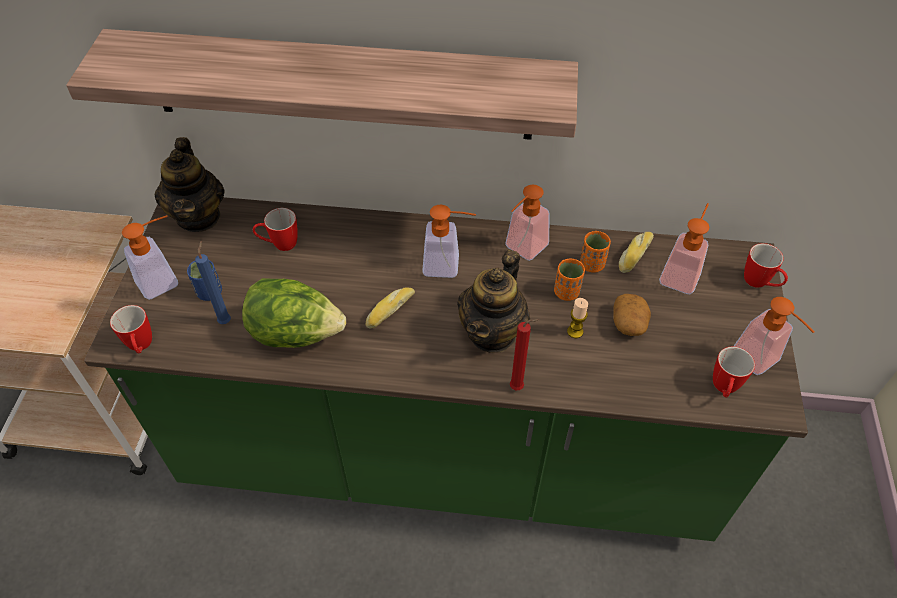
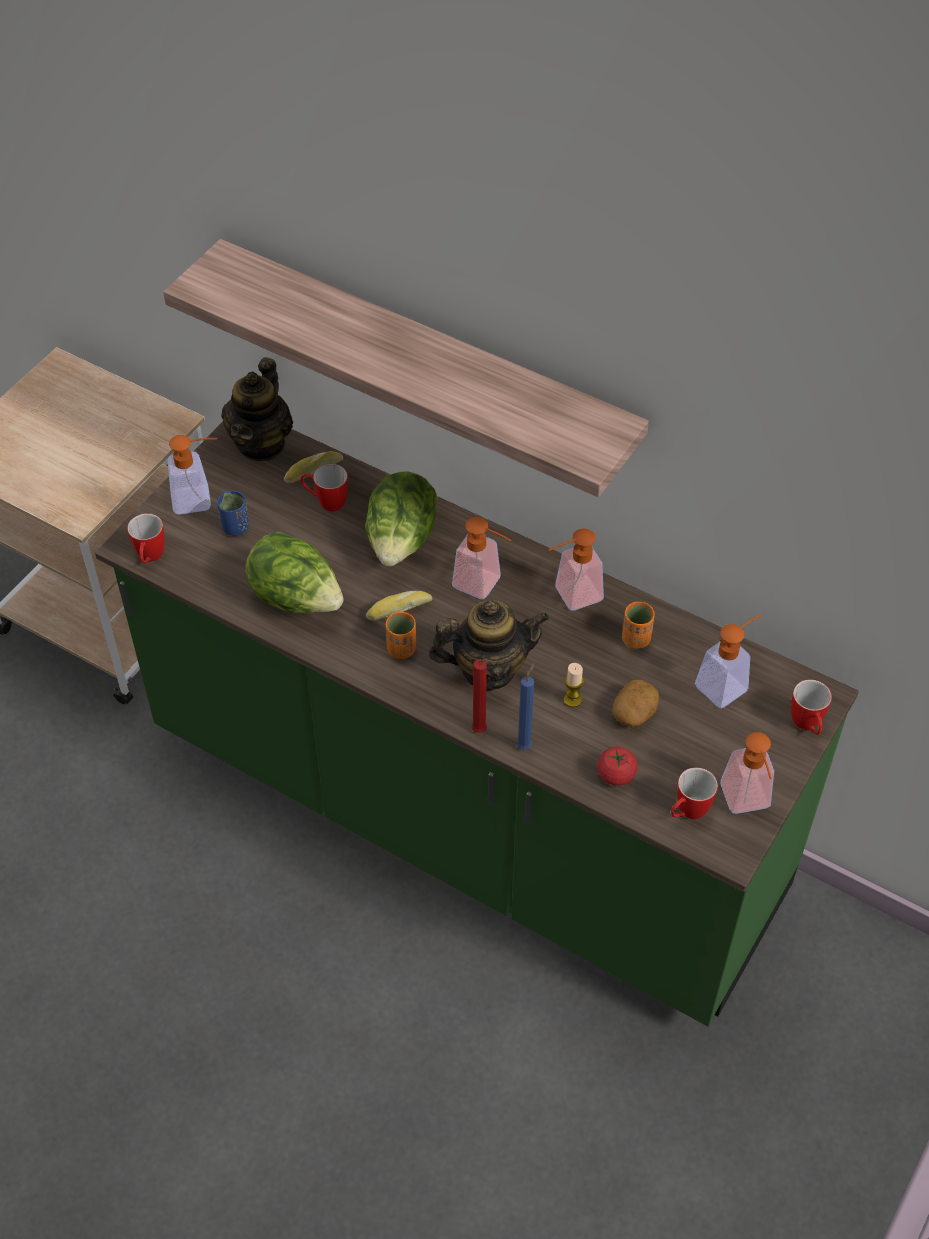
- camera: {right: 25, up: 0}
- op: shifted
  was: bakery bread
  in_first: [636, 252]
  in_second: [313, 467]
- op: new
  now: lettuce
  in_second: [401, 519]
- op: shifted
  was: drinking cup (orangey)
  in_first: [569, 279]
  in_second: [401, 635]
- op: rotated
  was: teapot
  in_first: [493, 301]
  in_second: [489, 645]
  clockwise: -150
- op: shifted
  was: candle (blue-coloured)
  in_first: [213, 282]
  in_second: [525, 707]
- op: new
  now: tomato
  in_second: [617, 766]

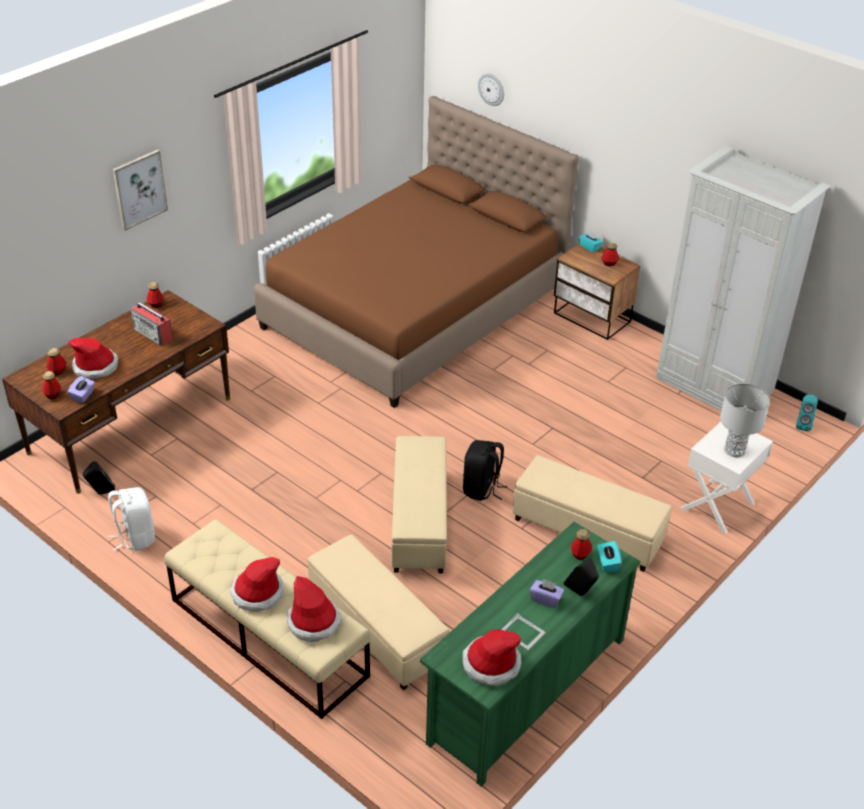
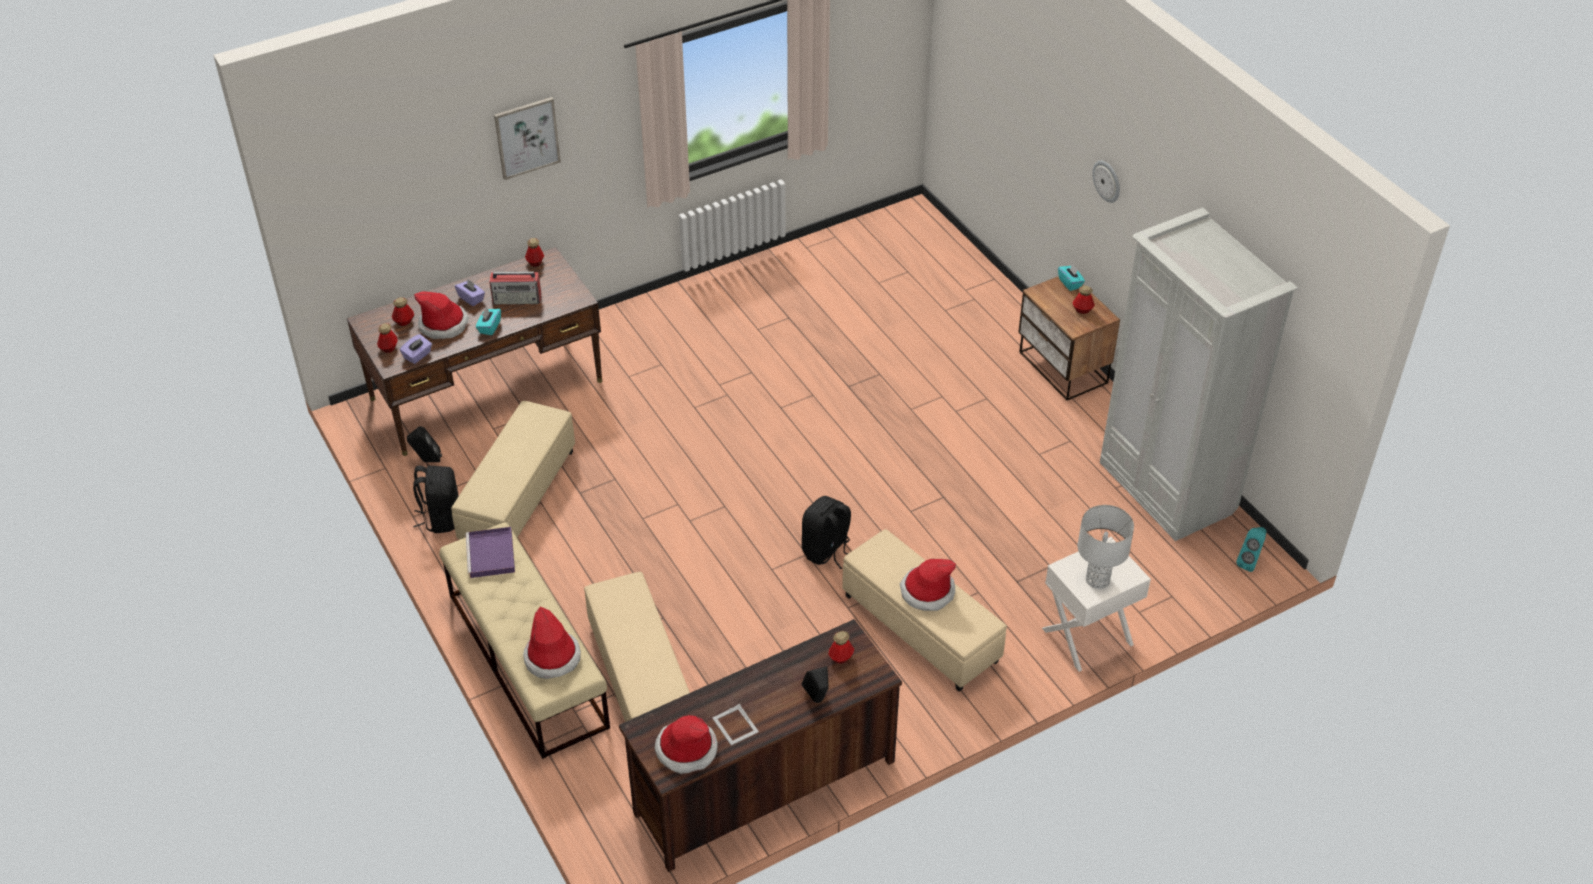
- camera: {right: 20, up: 5}
- op: repainted
  was: knapsack (white)
  now: knapsack (blackish)
  in_first: [131, 519]
  in_second: [435, 499]
- op: shifted
  was: pouffe (sand-coloured)
  in_first: [419, 504]
  in_second: [513, 470]
- op: shifted
  was: box of tissues (purple-coloured)
  in_first: [547, 593]
  in_second: [470, 292]
- op: new
  now: tray (purple-coloured)
  in_second: [490, 552]
- op: shifted
  was: box of tissues (turquoise)
  in_first: [609, 556]
  in_second: [488, 321]
- op: rotated
  was: radio
  in_first: [152, 324]
  in_second: [515, 287]
  clockwise: -60
- op: repainted
  was: chest of drawers (green-coloured)
  now: chest of drawers (brown-coloured)
  in_first: [530, 654]
  in_second: [760, 745]
- op: shifted
  was: wearable hat
  in_first: [257, 584]
  in_second: [928, 585]
- op: shifted
  was: clock on the wall
  in_first: [491, 89]
  in_second: [1106, 181]
- op: gone
  was: sleeping bed (brown-coloured)
  in_first: [416, 252]

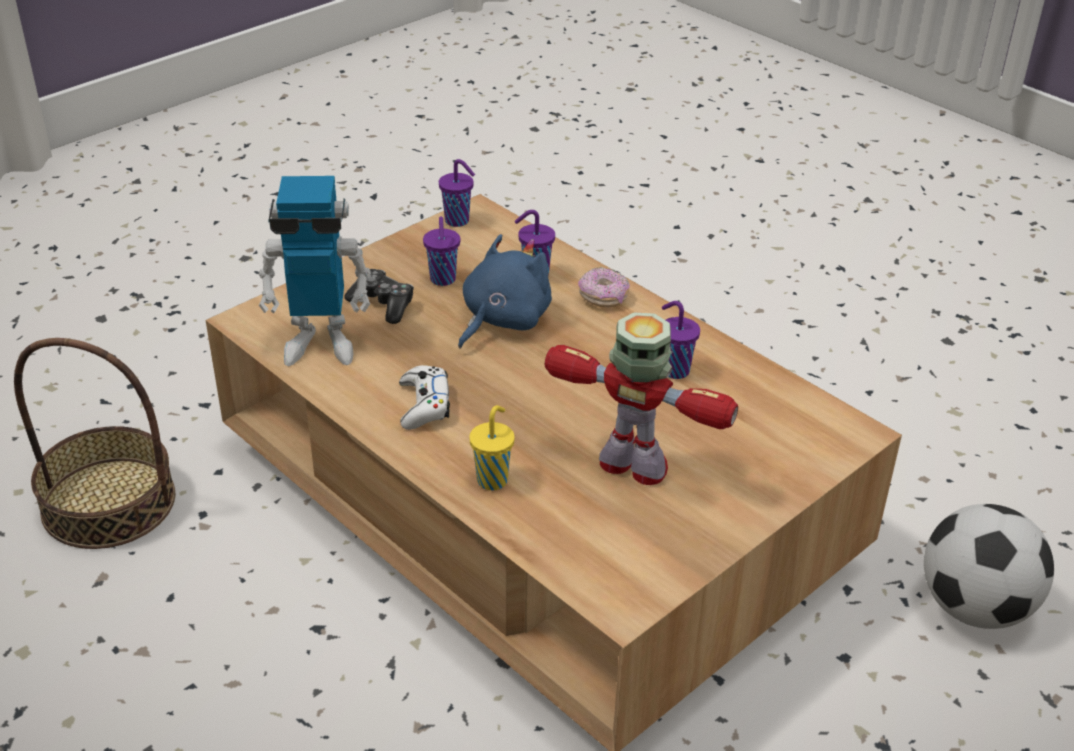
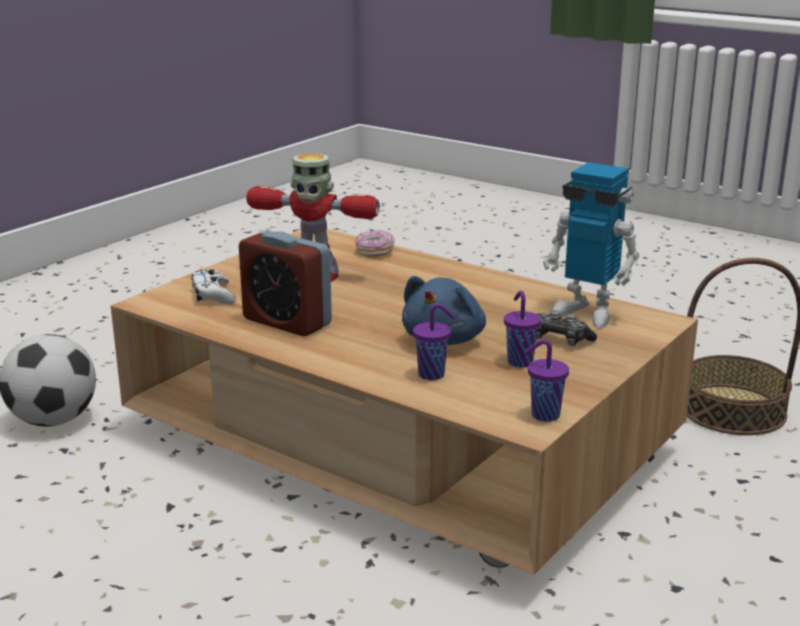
- camera: {right: 170, up: -15}
- op: shifted
  was: game controller (white)
  in_first: [424, 397]
  in_second: [213, 286]
- op: swapped
  was: drinking cup (purple-coloured)
  now: bedside clock
  in_first: [681, 340]
  in_second: [285, 283]
- op: shifted
  was: doughnut
  in_first: [604, 287]
  in_second: [375, 243]
- op: rotated
  was: robot figure
  in_first: [315, 271]
  in_second: [591, 245]
  clockwise: -135
- op: gone
  was: drinking cup (yellow-coloured)
  in_first: [492, 447]

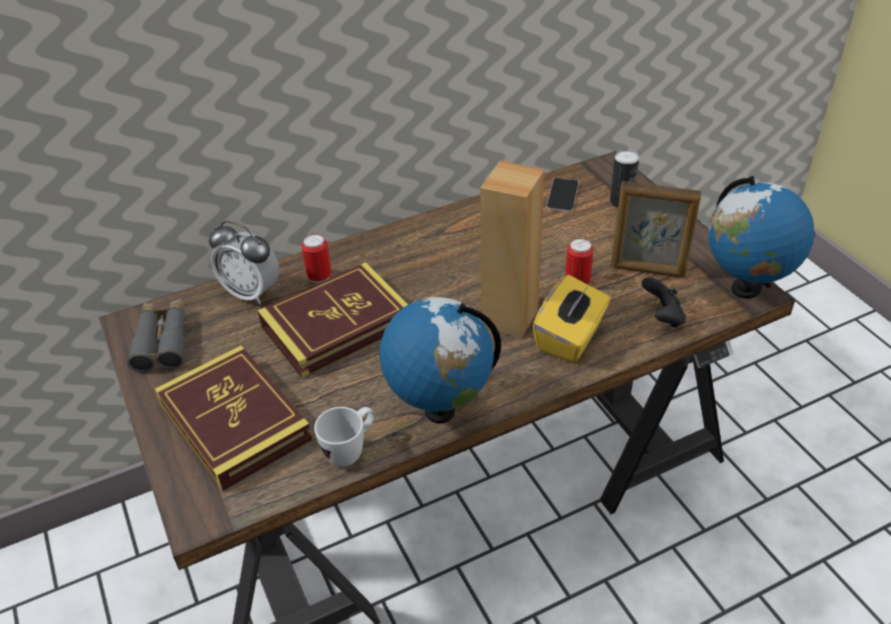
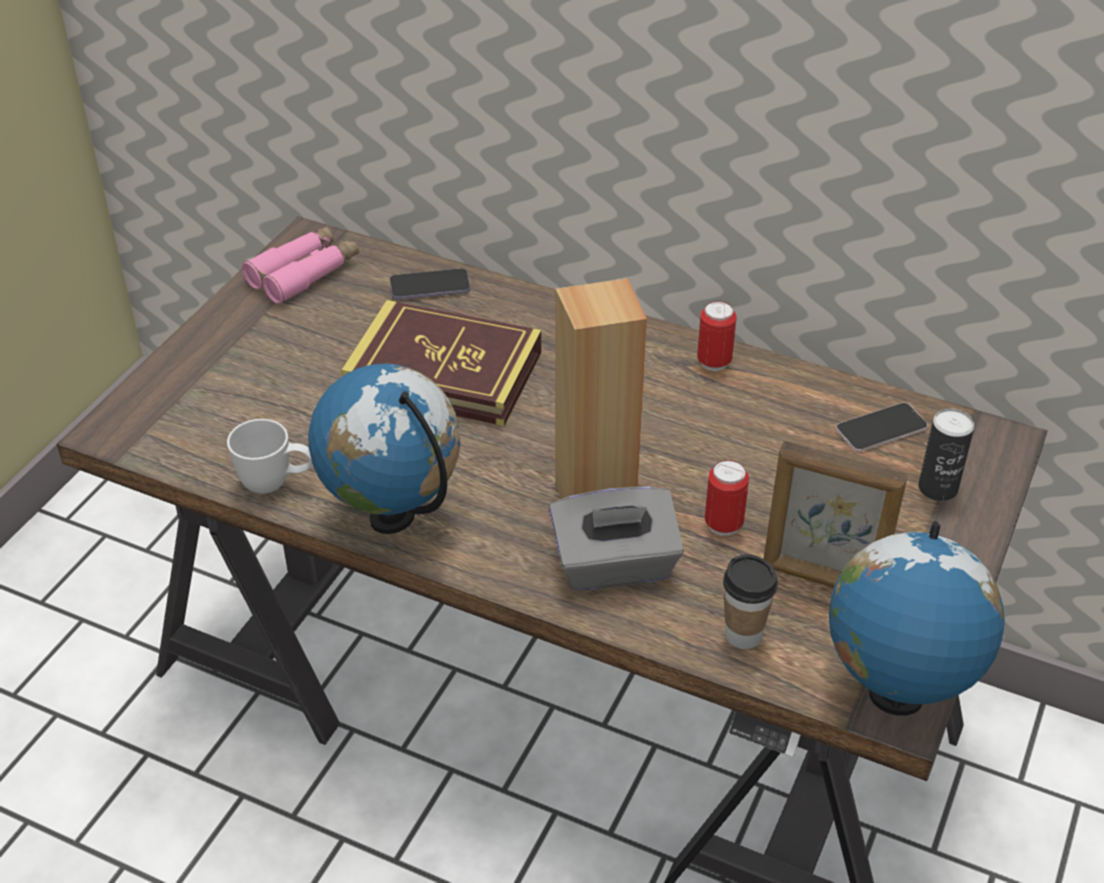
- camera: {right: 50, up: 0}
- op: repainted
  was: pair of binoculars (gray)
  now: pair of binoculars (pink-coloured)
  in_first: [156, 335]
  in_second: [300, 265]
- op: swapped
  was: bedside clock
  now: phone
  in_first: [244, 263]
  in_second: [430, 284]
- op: repainted
  was: box of tissues (yellow-coloured)
  now: box of tissues (gray)
  in_first: [571, 318]
  in_second: [616, 538]
- op: shifted
  was: metal can
  in_first: [316, 259]
  in_second: [717, 336]
- op: swapped
  was: game controller (blackish)
  now: drinking cup
  in_first: [664, 302]
  in_second: [750, 601]
- op: rotated
  was: photo frame
  in_first: [656, 229]
  in_second: [835, 514]
  clockwise: -45
- op: gone
  was: volume
  in_first: [234, 418]

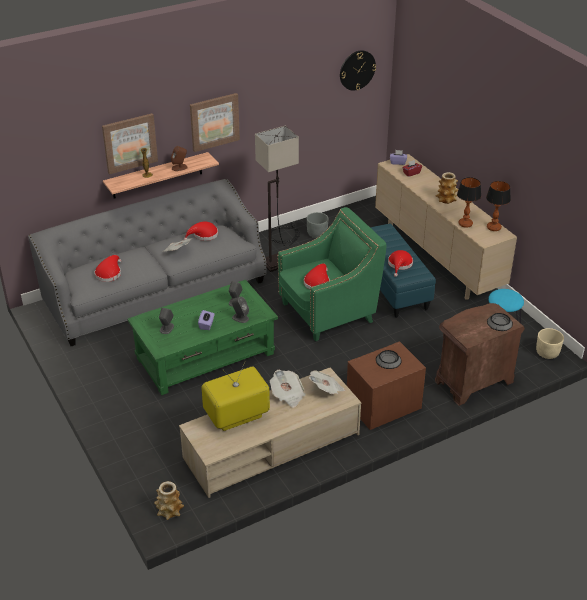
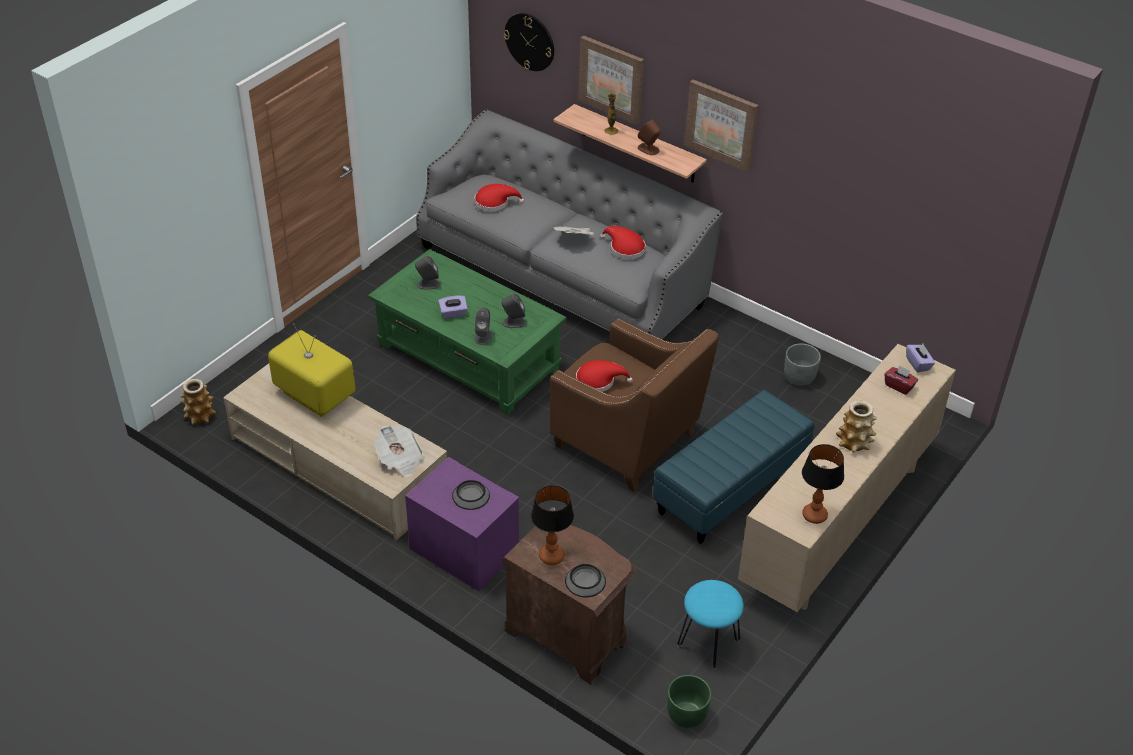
- camera: {right: 65, up: 5}
- op: repainted
  was: nightstand (brown-coloured)
  now: nightstand (purple-coloured)
  in_first: [386, 385]
  in_second: [462, 524]
- op: shifted
  was: clock on the wall
  in_first: [358, 70]
  in_second: [529, 42]
- op: shifted
  was: lamp for a table
  in_first: [469, 202]
  in_second: [552, 525]
- op: repainted
  was: lounge chair (green-coloured)
  now: lounge chair (brown-coloured)
  in_first: [332, 274]
  in_second: [634, 405]
- op: repainted
  was: flower pot (sand-coloured)
  now: flower pot (green-coloured)
  in_first: [550, 343]
  in_second: [689, 701]
- op: gone
  was: standard lamp
  in_first: [277, 199]
- op: gone
  was: newspaper
  in_first: [288, 389]
- op: gone
  was: wearable hat (red-coloured)
  in_first: [400, 263]

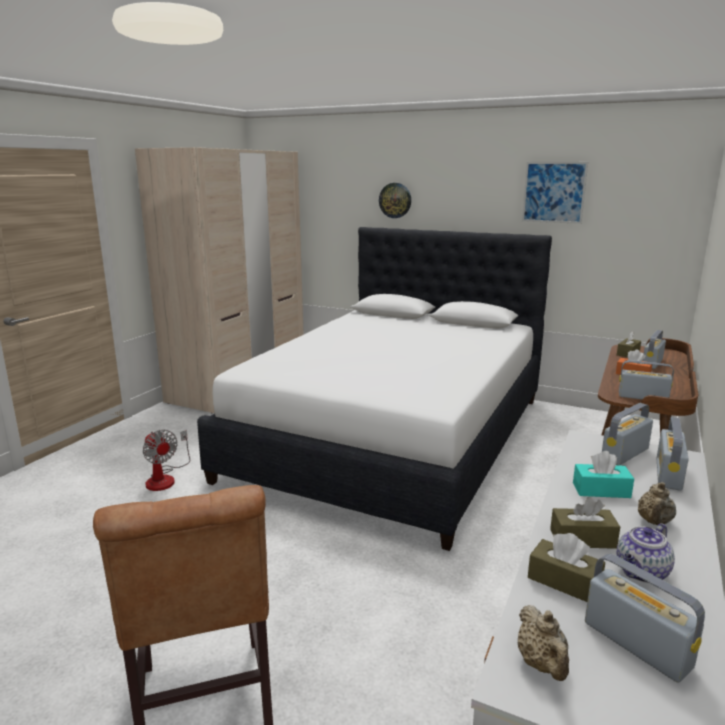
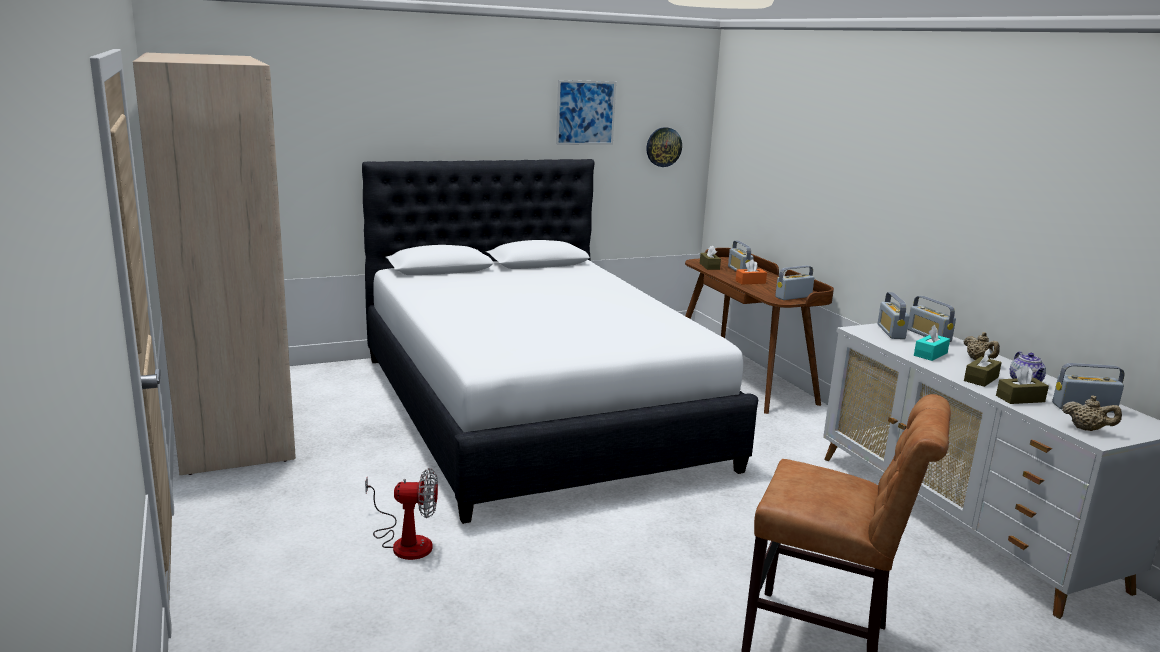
- camera: {right: -50, up: 0}
- op: shifted
  was: clock on the wall
  in_first: [395, 200]
  in_second: [664, 147]

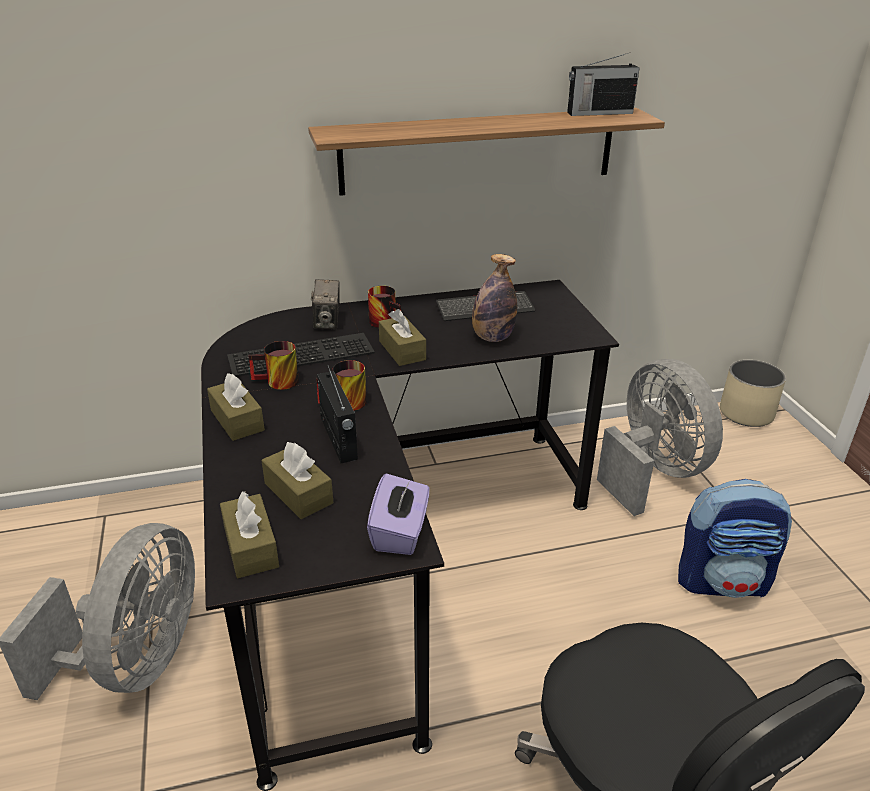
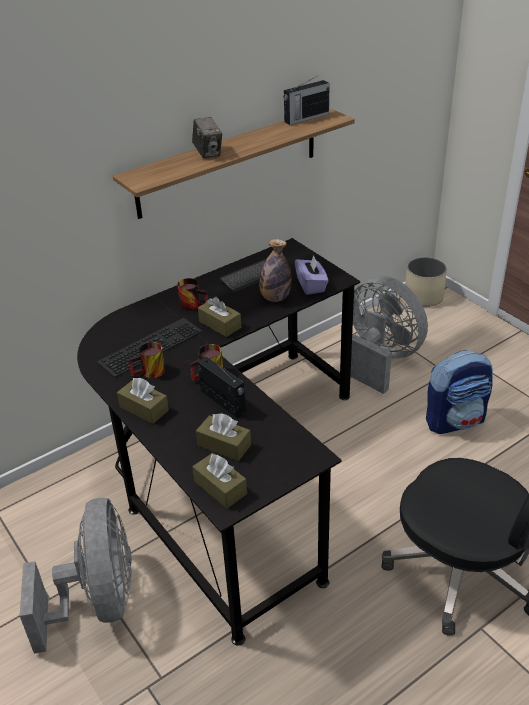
- camera: {right: -20, up: 5}
- op: shifted
  was: photo camera
  in_first: [325, 304]
  in_second: [207, 137]
- op: shifted
  was: box of tissues (purple-coloured)
  in_first: [398, 514]
  in_second: [311, 275]

